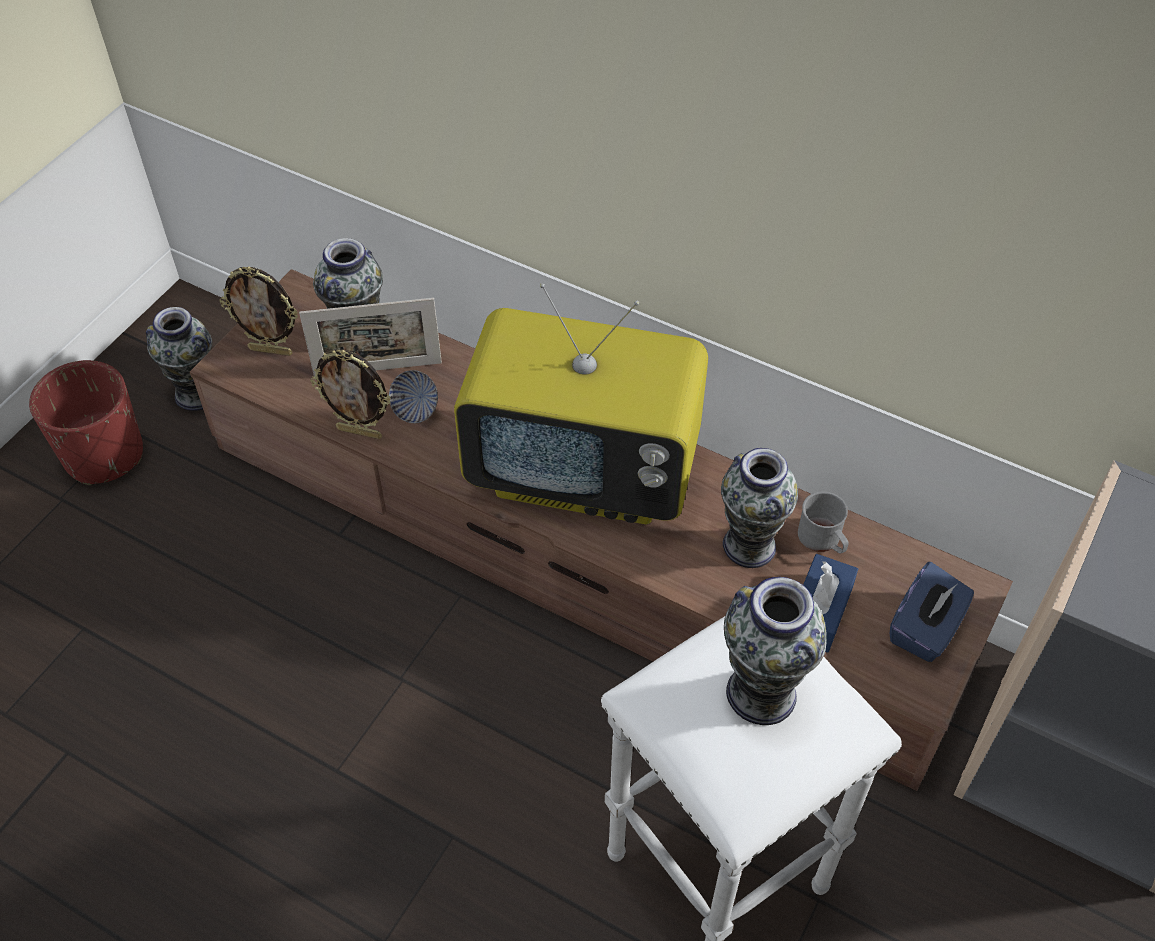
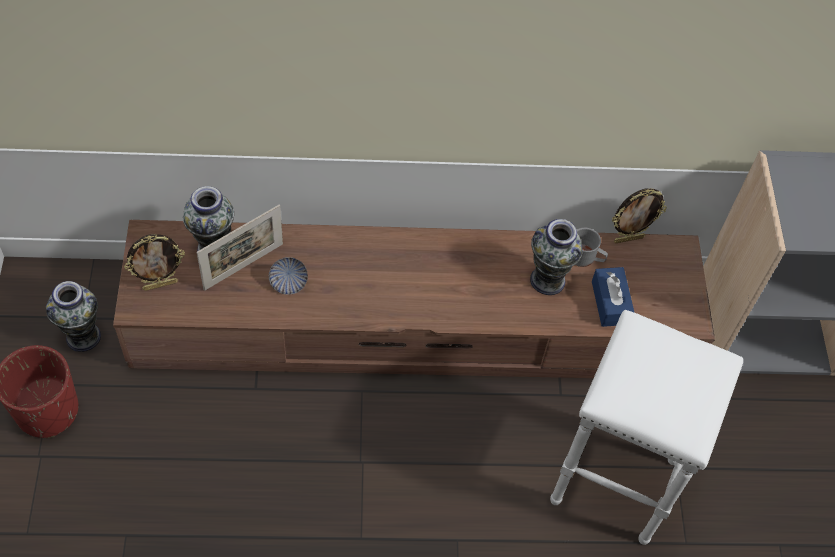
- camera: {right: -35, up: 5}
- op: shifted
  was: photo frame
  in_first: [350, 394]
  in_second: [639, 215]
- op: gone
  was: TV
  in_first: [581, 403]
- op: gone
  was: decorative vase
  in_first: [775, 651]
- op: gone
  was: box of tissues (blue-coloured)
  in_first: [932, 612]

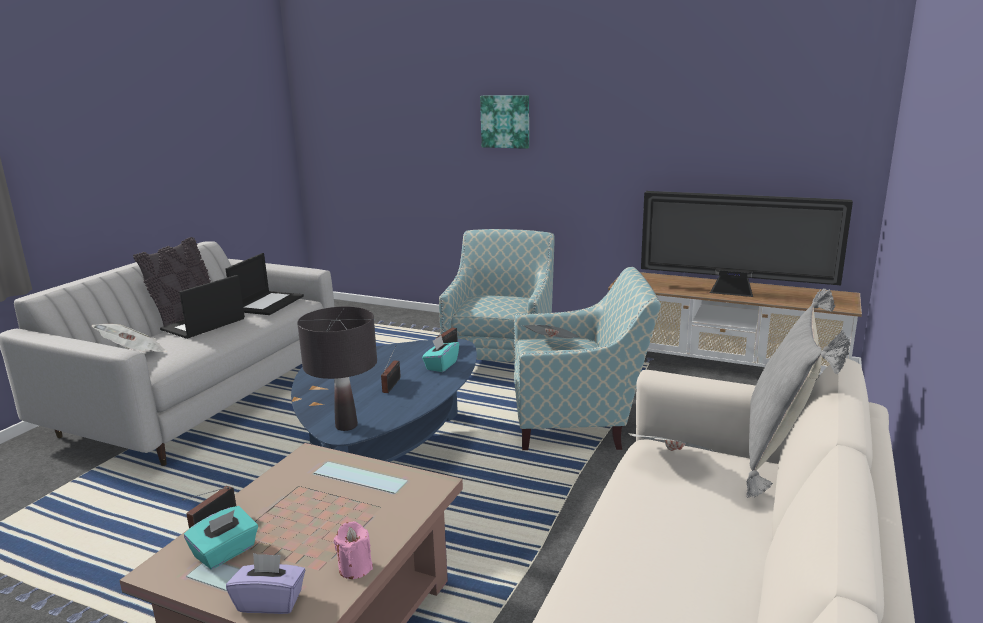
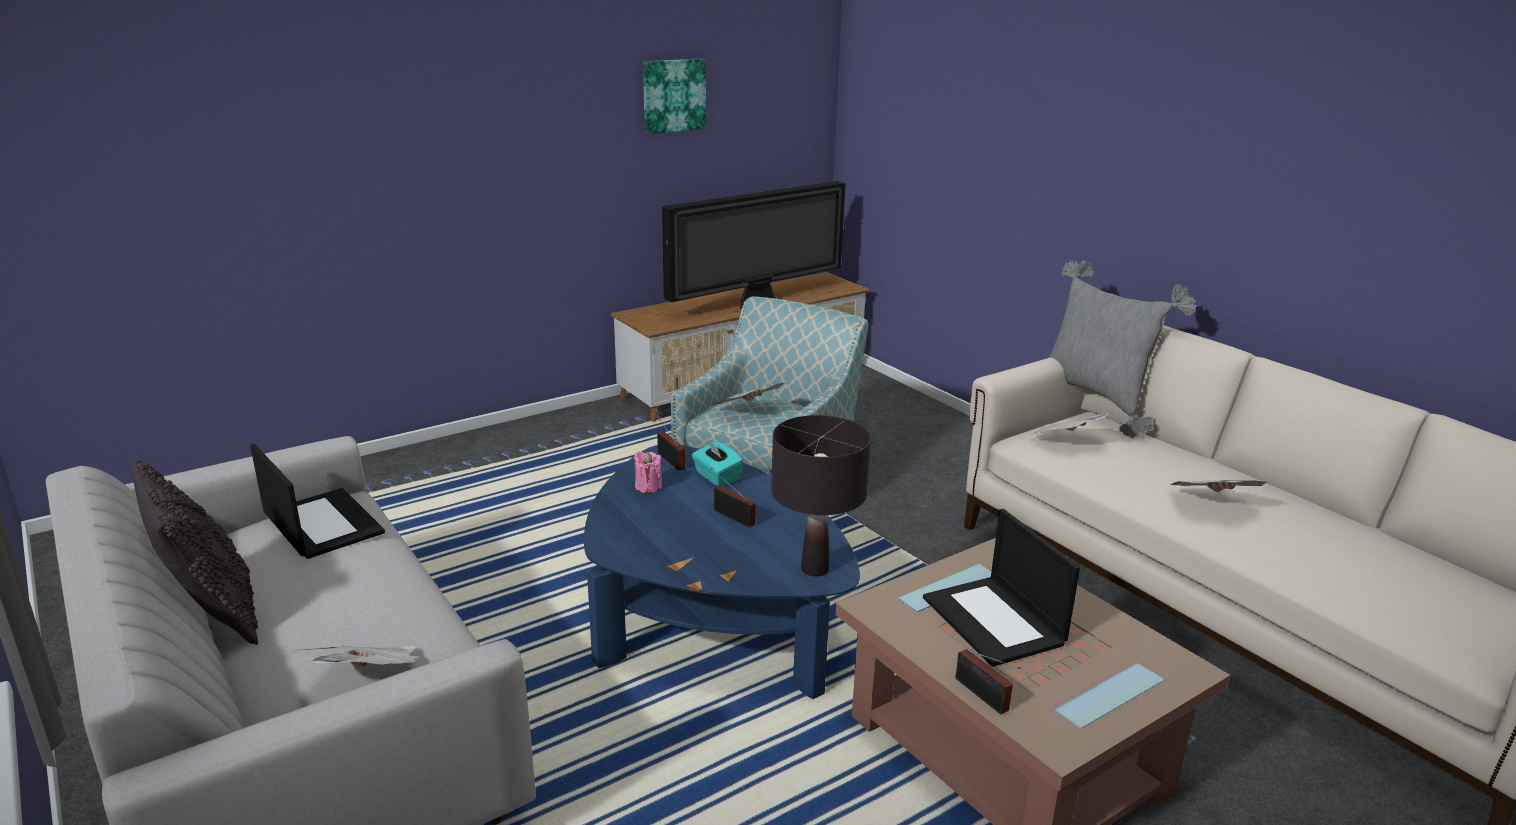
- camera: {right: -60, up: 5}
- op: shifted
  was: candle (pink-coloured)
  in_first: [353, 550]
  in_second: [648, 472]
- op: shifted
  was: picture
  in_first: [504, 122]
  in_second: [674, 96]
- op: shifted
  was: portable computer
  in_first: [202, 307]
  in_second: [1001, 588]
- op: new
  now: newspaper
  in_second: [1219, 486]
- op: gone
  was: box of tissues (turquoise)
  in_first: [221, 537]
- op: gone
  was: box of tissues (purple-coloured)
  in_first: [265, 583]
- op: gone
  was: lounge chair
  in_first: [497, 295]

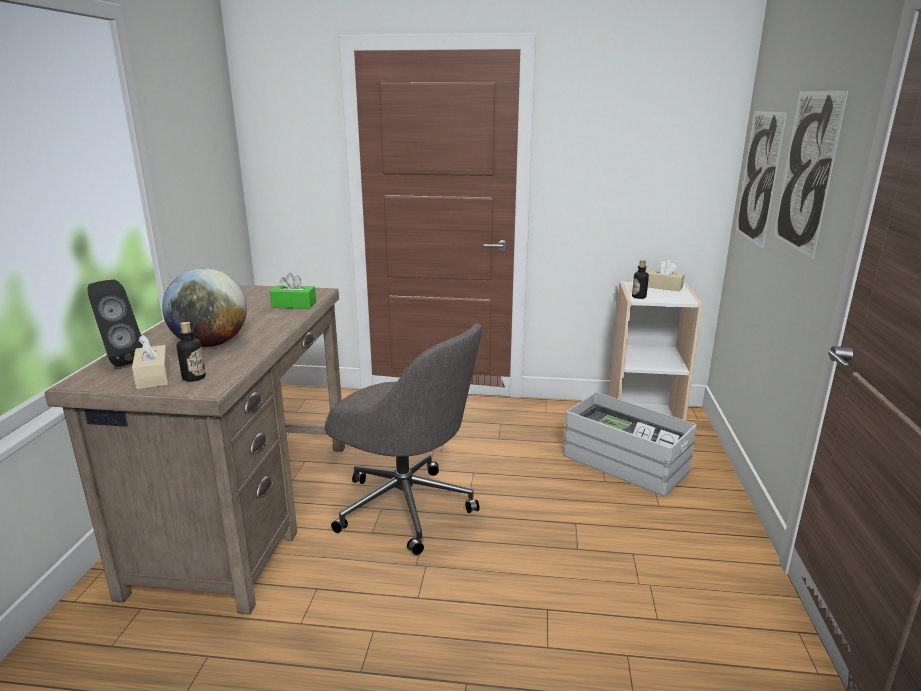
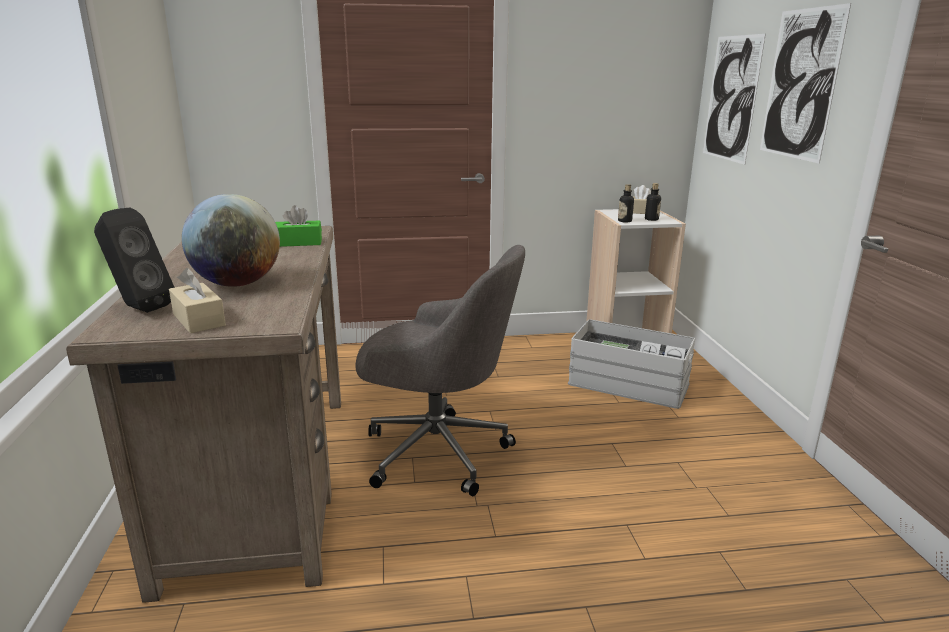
- camera: {right: -15, up: 0}
- op: shifted
  was: bottle
  in_first: [191, 352]
  in_second: [653, 202]

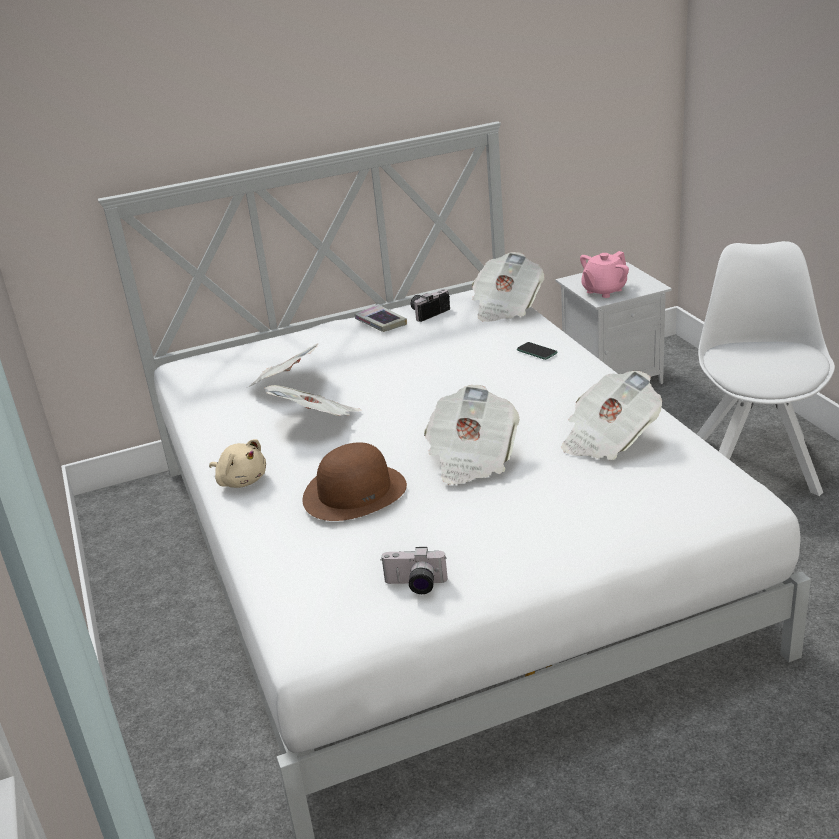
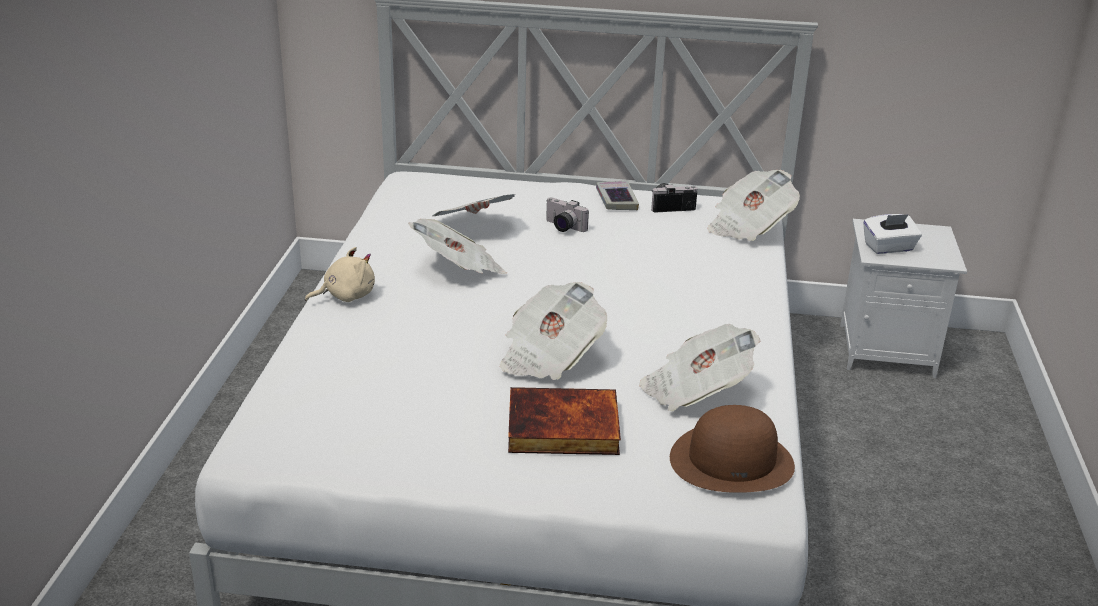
- camera: {right: 25, up: 0}
- op: rotated
  was: plush toy (sand-coloured)
  in_first: [237, 463]
  in_second: [340, 274]
  clockwise: -90
- op: new
  now: volume
  in_second: [564, 421]
- op: shifted
  was: photo camera
  in_first: [414, 570]
  in_second: [567, 214]
- op: shifted
  was: wearable hat (brown-coloured)
  in_first: [354, 481]
  in_second: [732, 449]
- op: swapped
  was: teapot (pink-coloured)
  now: box of tissues (white)
  in_first: [604, 274]
  in_second: [892, 234]
- op: gone
  was: phone
  in_first: [537, 351]
- op: gone
  was: upright chair (white)
  in_first: [766, 368]

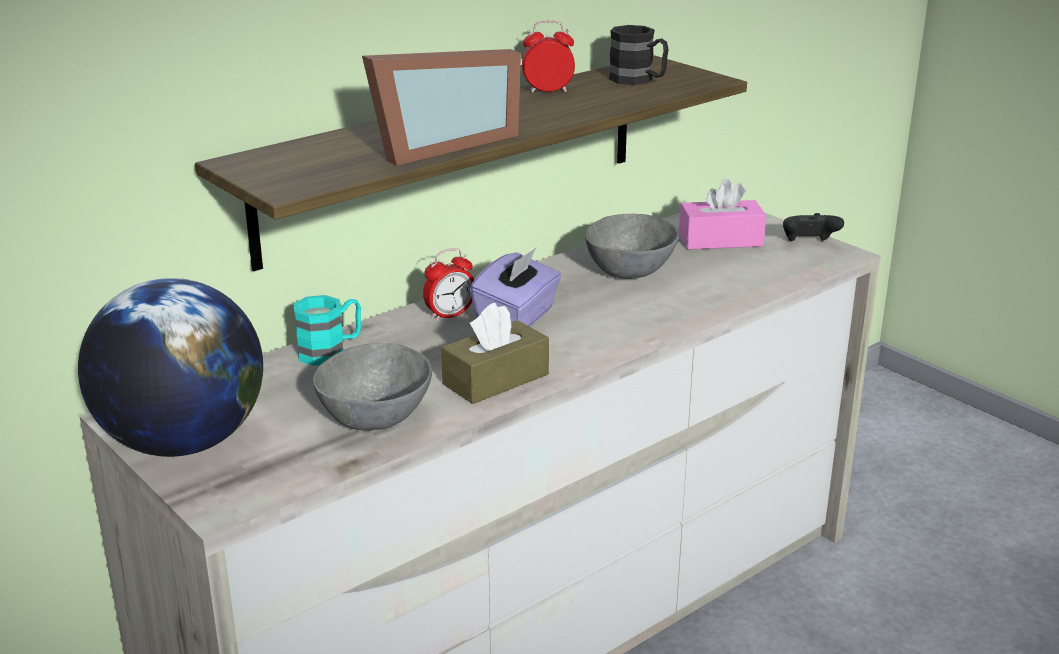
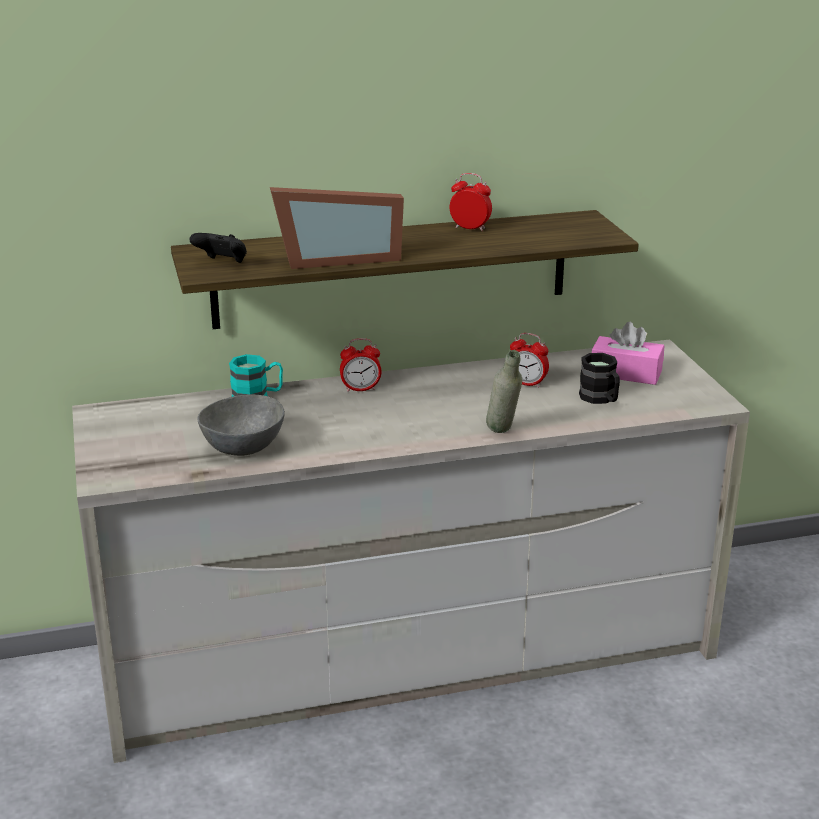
- camera: {right: 25, up: 0}
- op: shifted
  was: game controller (blackish)
  in_first: [813, 227]
  in_second: [218, 248]
- op: new
  now: bottle (gray)
  in_second: [504, 391]
- op: swapped
  was: bowl (gray)
  now: bedside clock
  in_first: [632, 246]
  in_second: [529, 360]
- op: shifted
  was: tea mug (blackish)
  in_first: [638, 55]
  in_second: [599, 378]
- op: gone
  was: globe
  in_first: [170, 367]
- op: gone
  was: box of tissues (brown-coloured)
  in_first: [495, 353]
- op: gone
  was: box of tissues (purple-coloured)
  in_first: [516, 287]

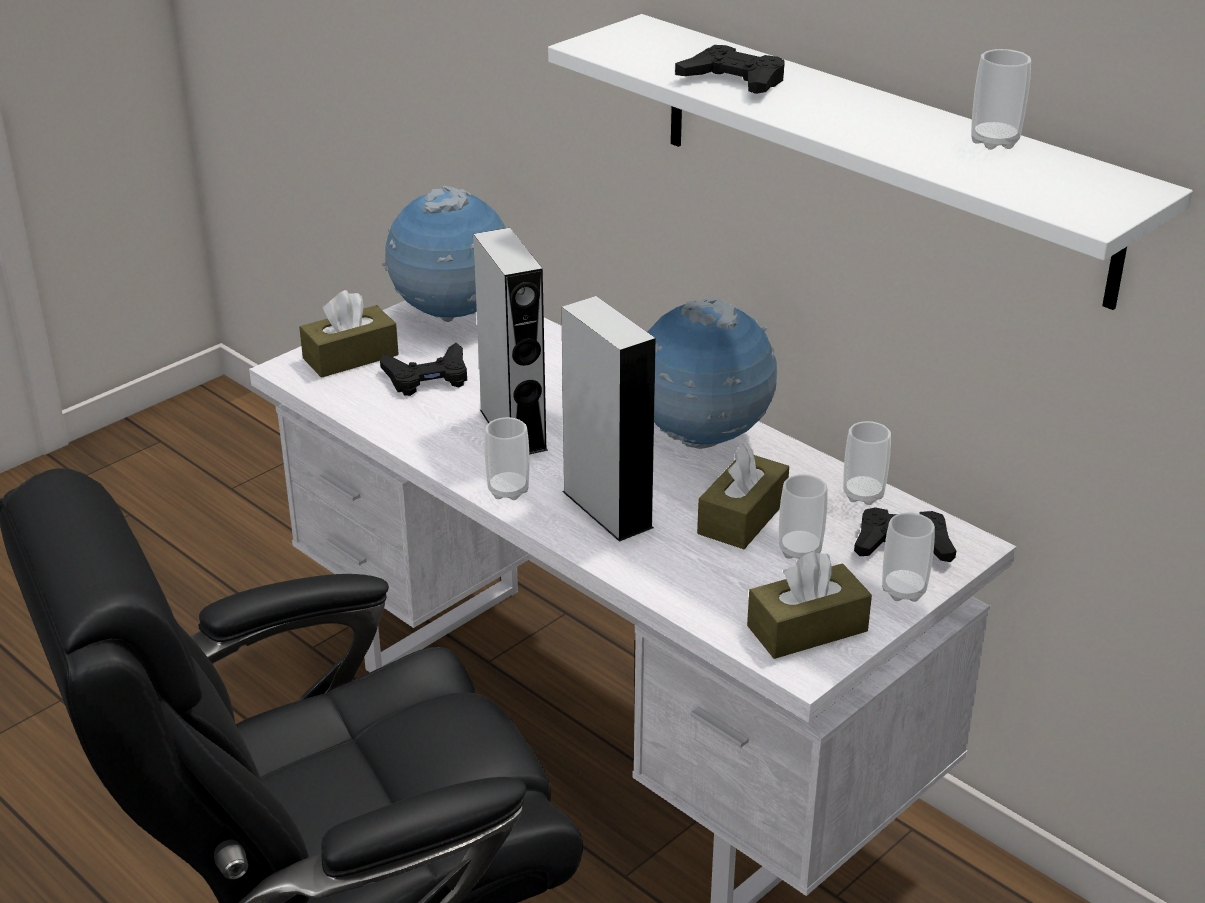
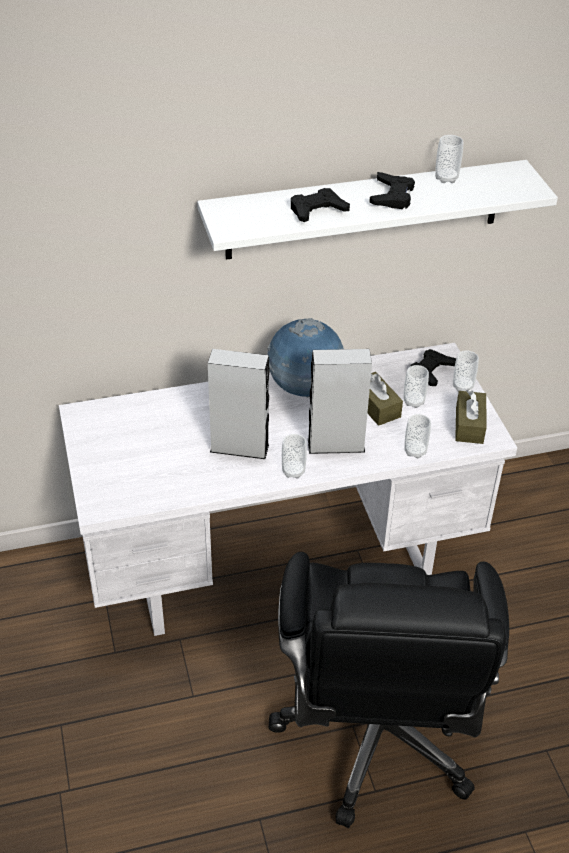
- camera: {right: -60, up: 10}
- op: shifted
  was: game controller (blackish)
  in_first: [423, 369]
  in_second: [392, 190]
- op: shifted
  was: drinking cup
  in_first: [867, 463]
  in_second: [417, 436]
- op: gone
  was: box of tissues (brown-coloured)
  in_first: [348, 334]
- op: gone
  was: globe
  in_first: [444, 253]

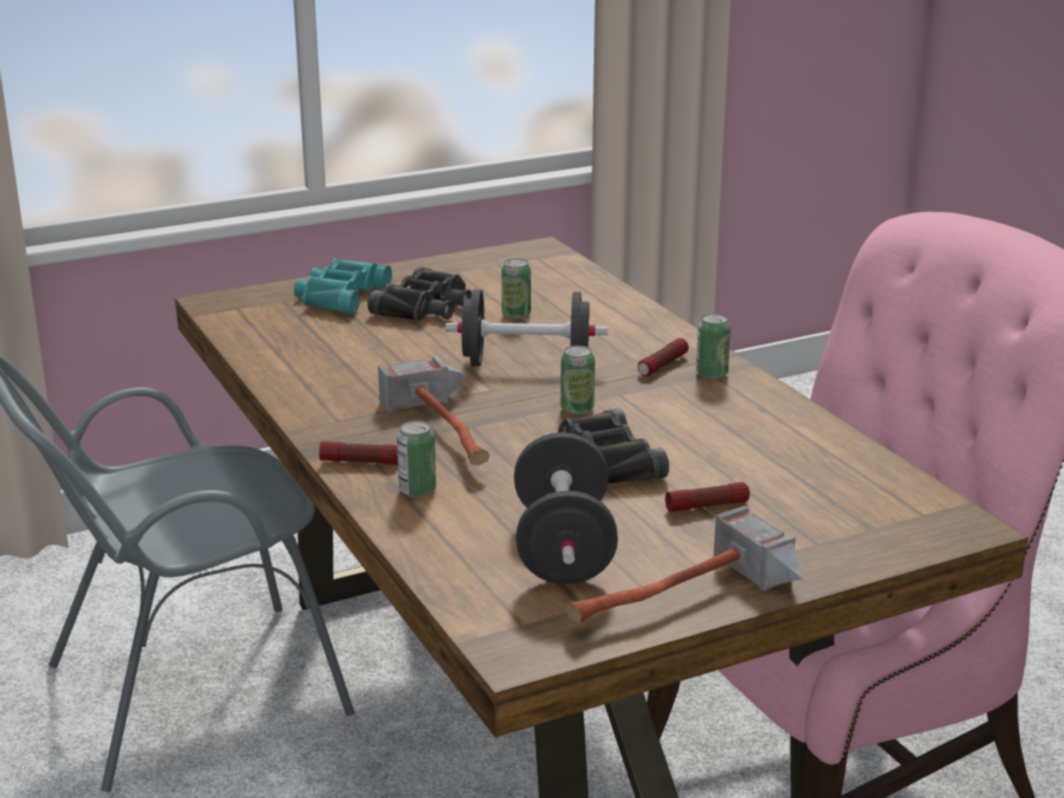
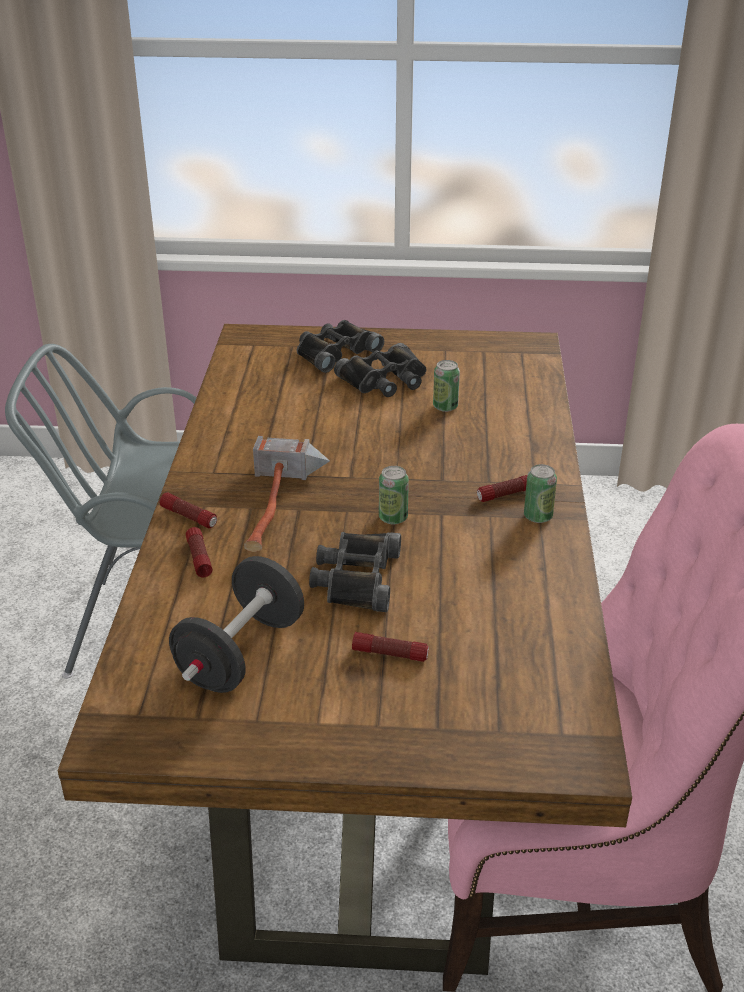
- camera: {right: 30, up: 10}
- op: swapped
  was: metal can
  now: torch
  in_first: [416, 458]
  in_second: [199, 552]
- op: repainted
  was: pair of binoculars (turquoise)
  now: pair of binoculars (blackish)
  in_first: [343, 286]
  in_second: [340, 346]
- op: gone
  was: dumbbell (blackish)
  in_first: [527, 328]
- op: gone
  was: tool hammer
  in_first: [684, 565]

